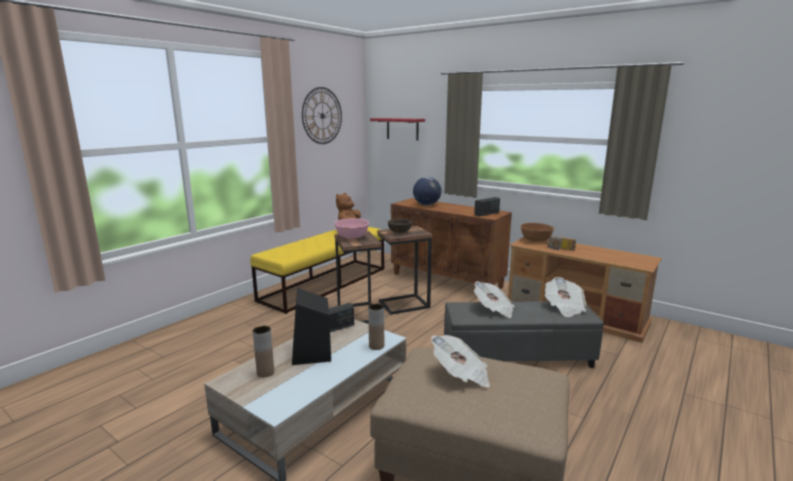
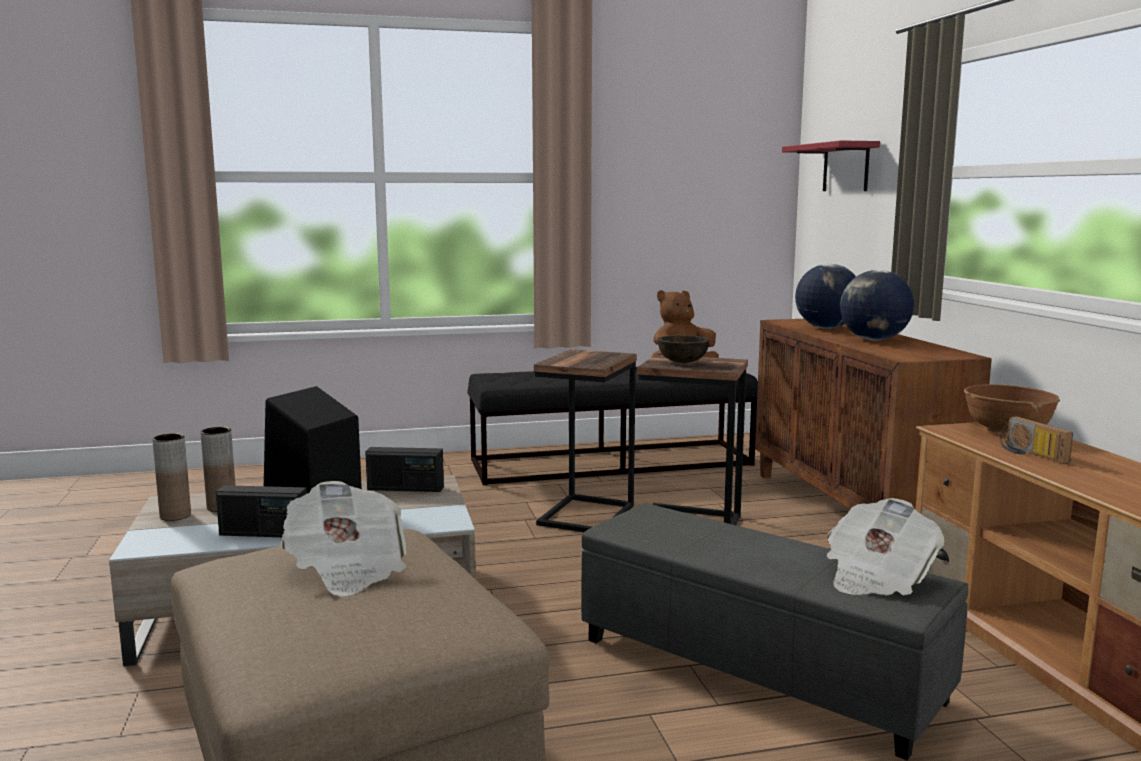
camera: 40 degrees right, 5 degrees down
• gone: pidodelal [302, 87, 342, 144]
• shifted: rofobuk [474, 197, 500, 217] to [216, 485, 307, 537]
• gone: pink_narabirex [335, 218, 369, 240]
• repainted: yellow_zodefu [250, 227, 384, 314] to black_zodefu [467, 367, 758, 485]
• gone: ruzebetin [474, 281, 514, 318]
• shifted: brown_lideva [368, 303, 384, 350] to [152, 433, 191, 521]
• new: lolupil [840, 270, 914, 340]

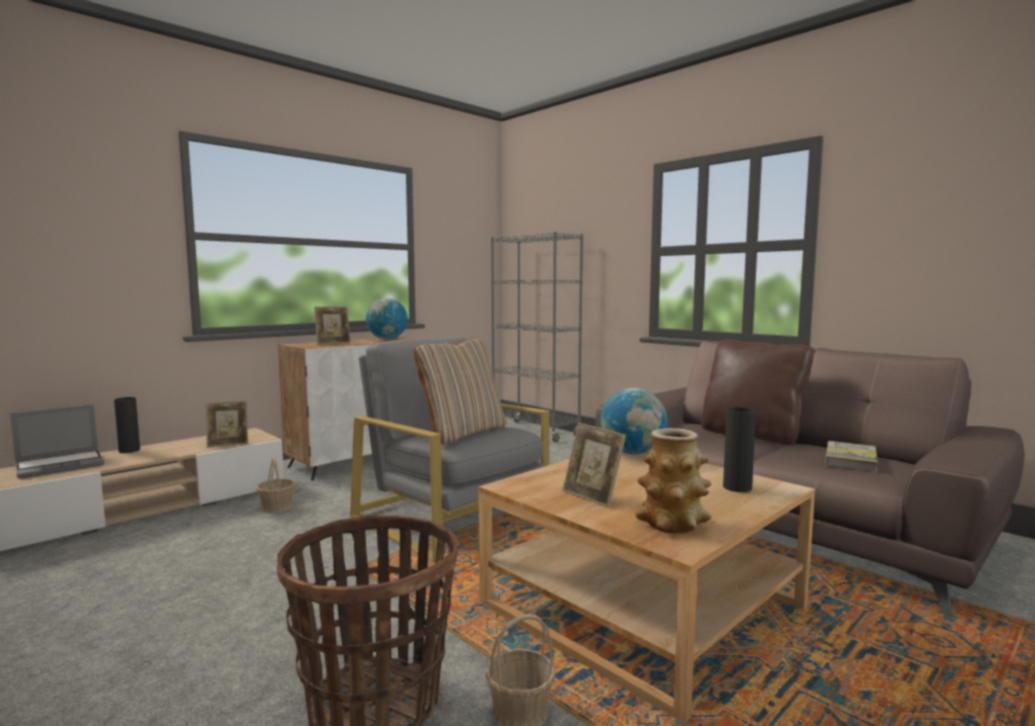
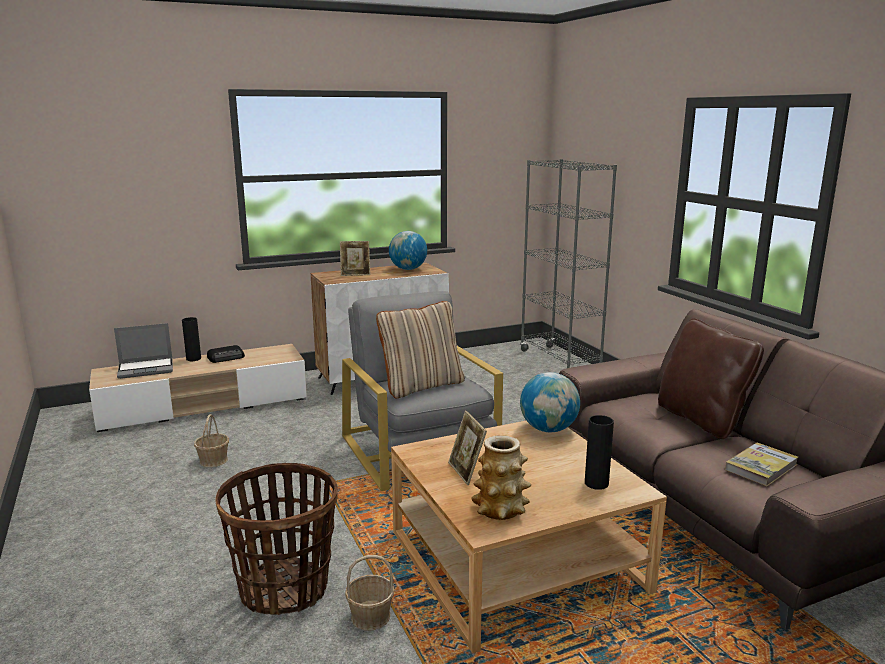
camera: 20 degrees right, 10 degrees up
• gone: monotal [206, 401, 248, 448]
• shifted: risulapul [256, 455, 295, 513] to [194, 414, 229, 467]
• new: rofobuk [207, 345, 245, 363]

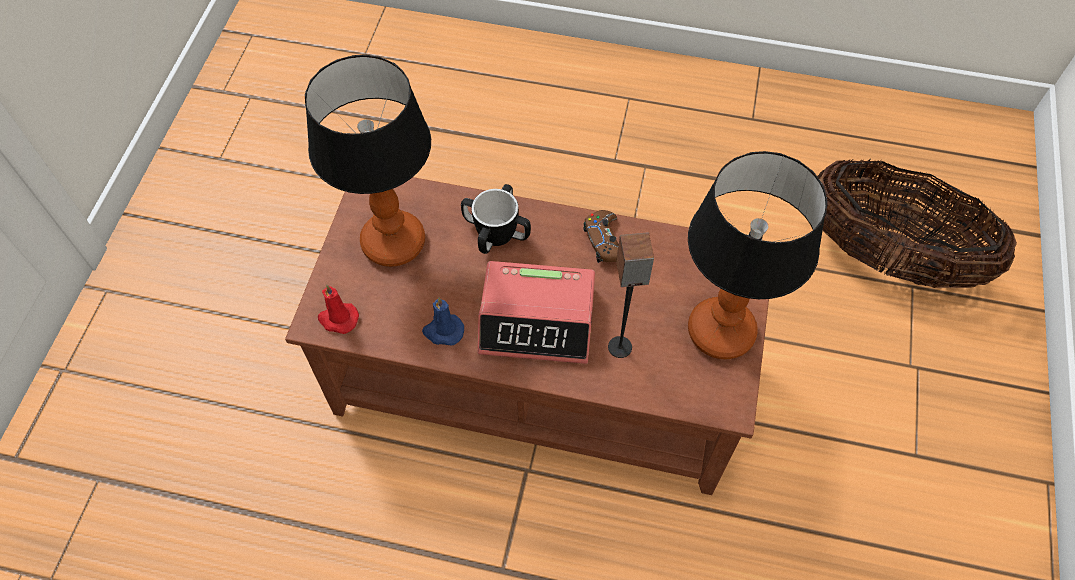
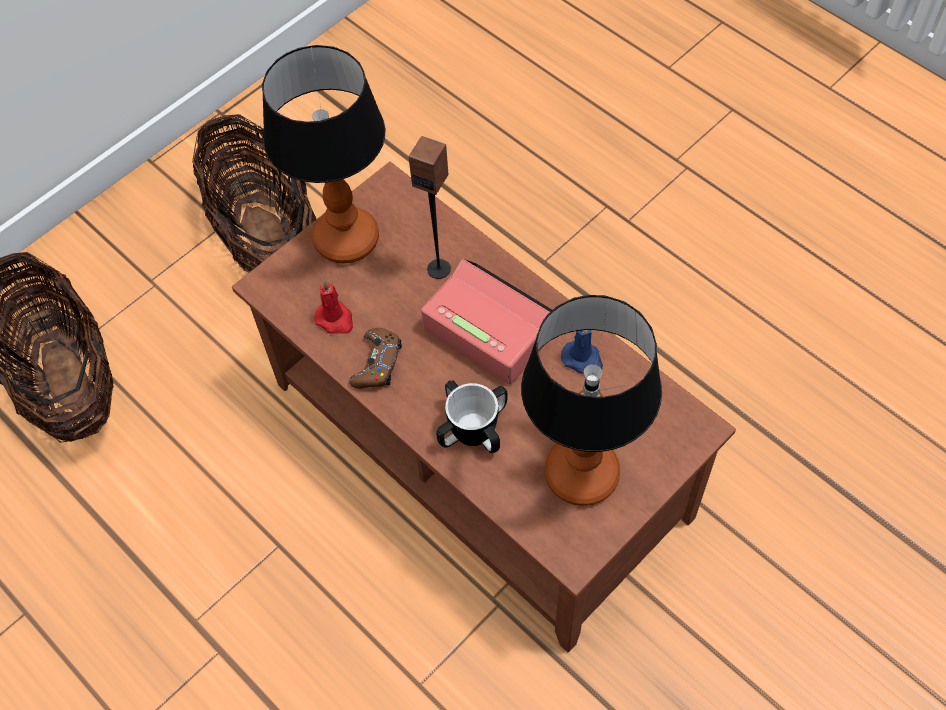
camera: 145 degrees left, 0 degrees up
• shifted: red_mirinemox [318, 285, 359, 334] to [314, 280, 353, 334]
• new: risulapul [192, 114, 316, 273]

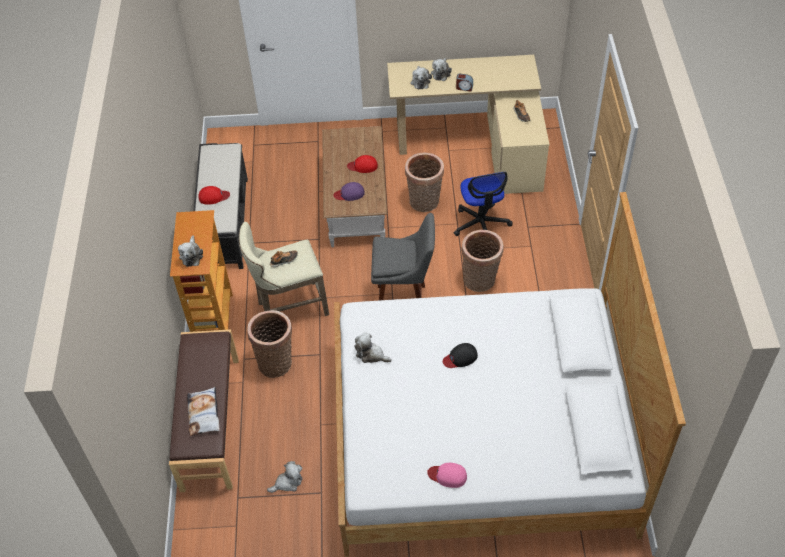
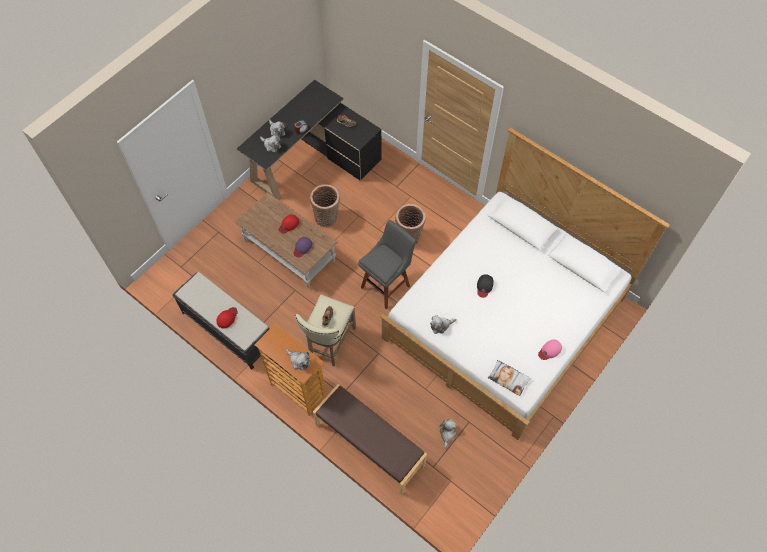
camera: 50 degrees left, 10 degrees up
• repainted: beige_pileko [387, 55, 550, 194] to black_pileko [237, 80, 382, 200]
• gone: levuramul [454, 172, 513, 236]
• gone: risulapul [247, 310, 292, 378]
• shifted: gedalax [187, 387, 220, 436] to [488, 360, 531, 396]

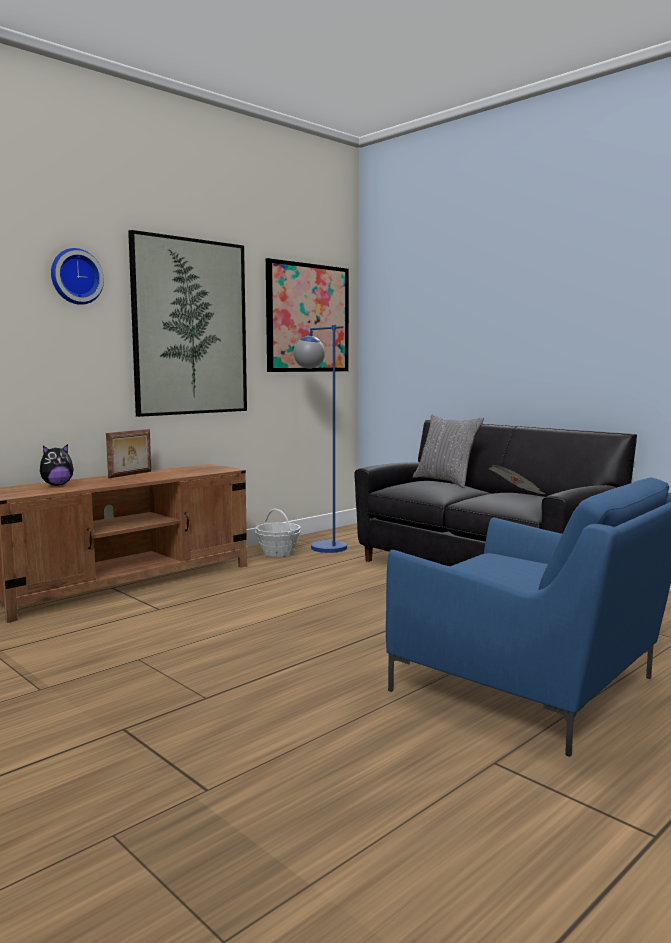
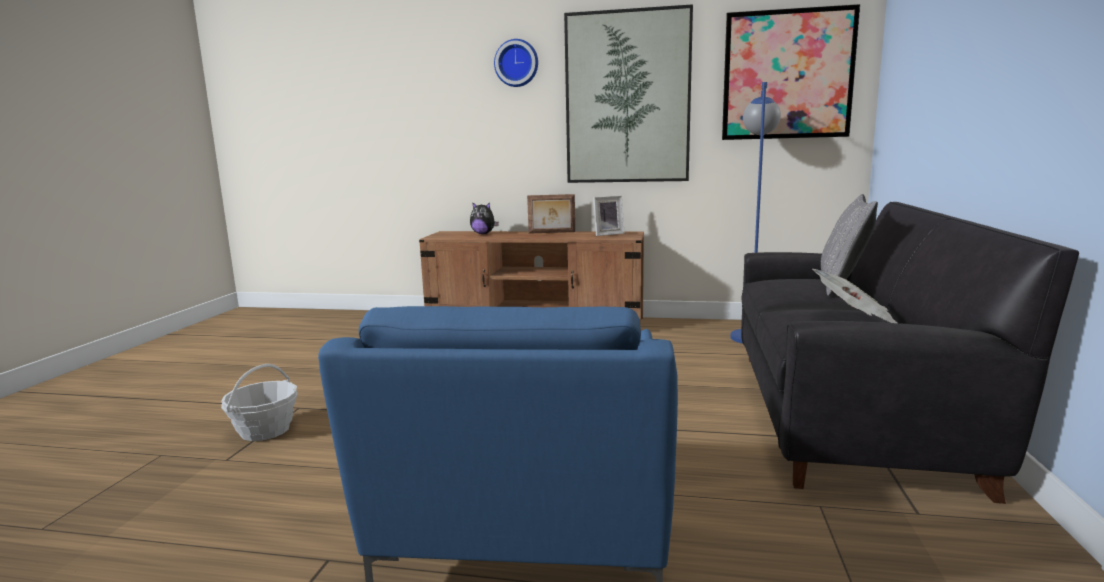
camera: 55 degrees right, 5 degrees up
• shifted: risulapul [255, 509, 301, 557] to [221, 364, 298, 441]
• new: monotal [593, 195, 625, 236]

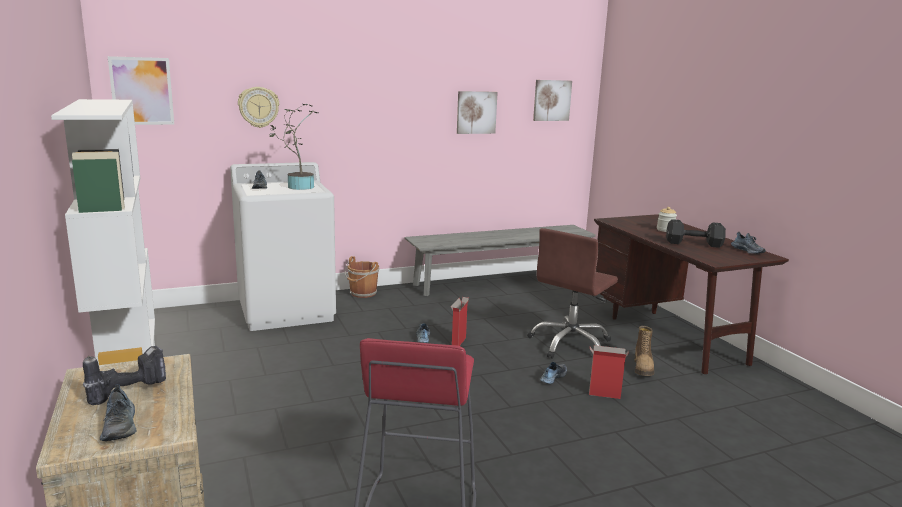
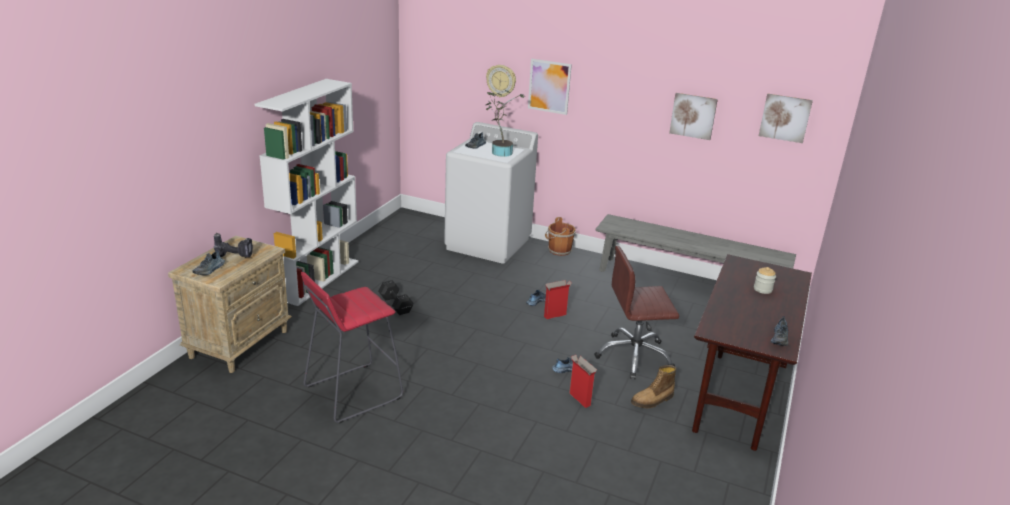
camera: 45 degrees right, 10 degrees up
• shifted: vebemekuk [108, 56, 174, 125] to [528, 59, 572, 115]
• shifted: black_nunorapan [666, 219, 726, 248] to [378, 280, 414, 315]

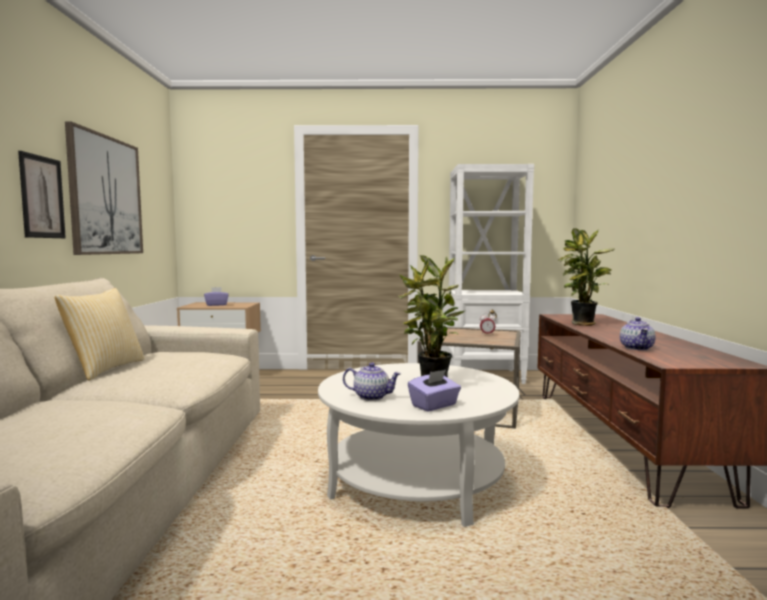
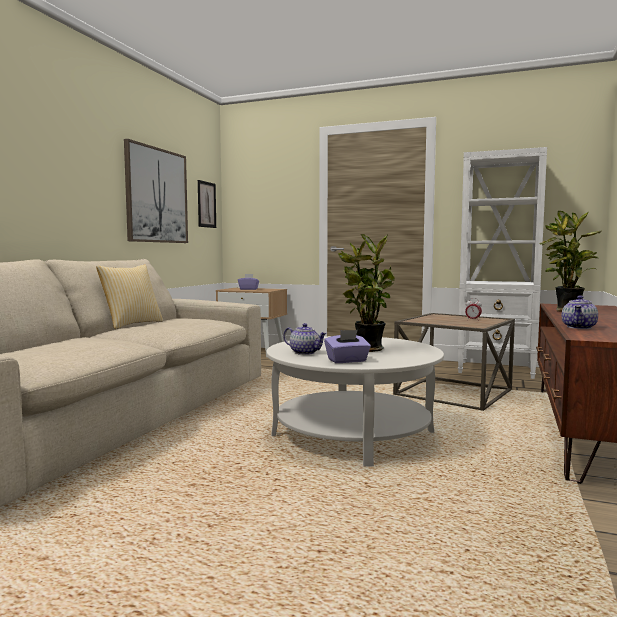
camera: 20 degrees right, 0 degrees up
• shifted: vebemekuk [18, 151, 66, 238] to [198, 180, 216, 228]

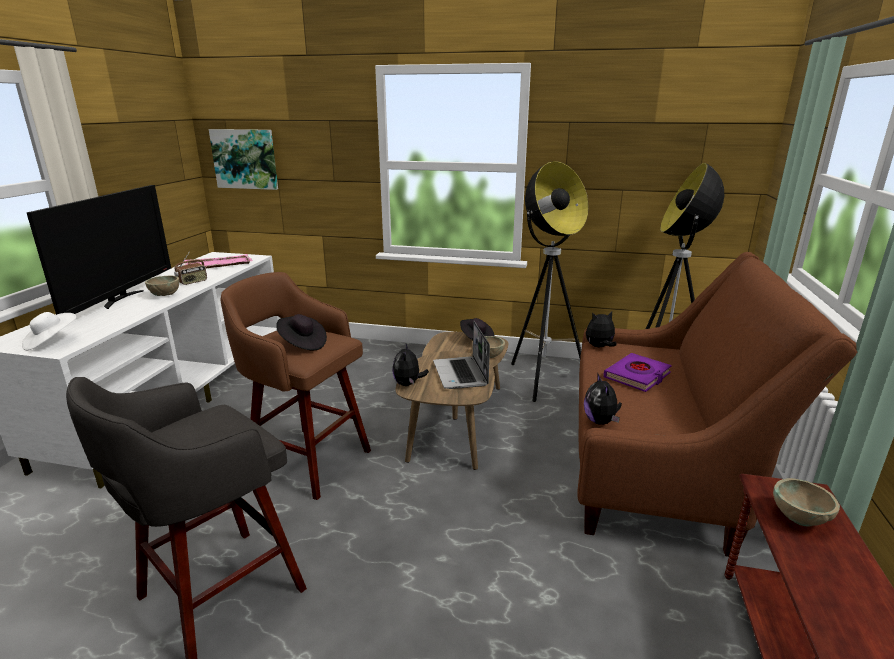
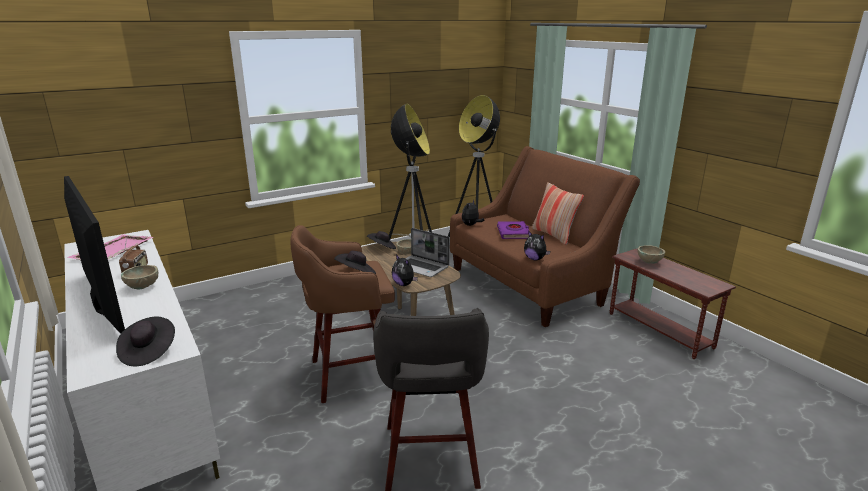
camera: 45 degrees left, 0 degrees up
• gone: vebemekuk [209, 129, 278, 190]
• repainted: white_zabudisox [22, 312, 76, 350] to black_zabudisox [116, 316, 175, 366]
• new: gedalax [531, 182, 584, 245]

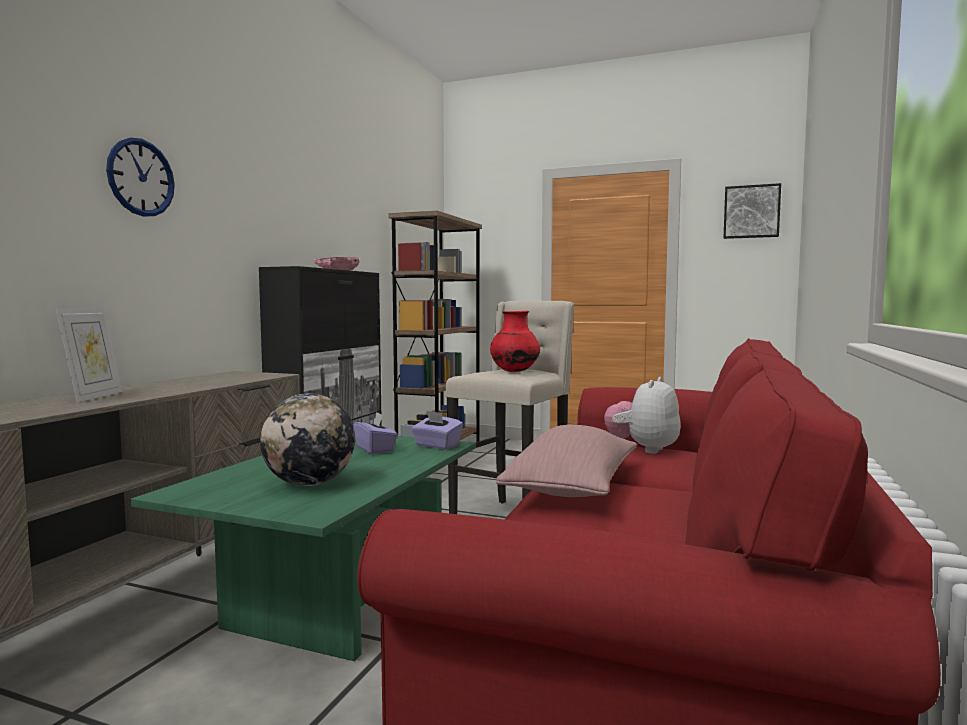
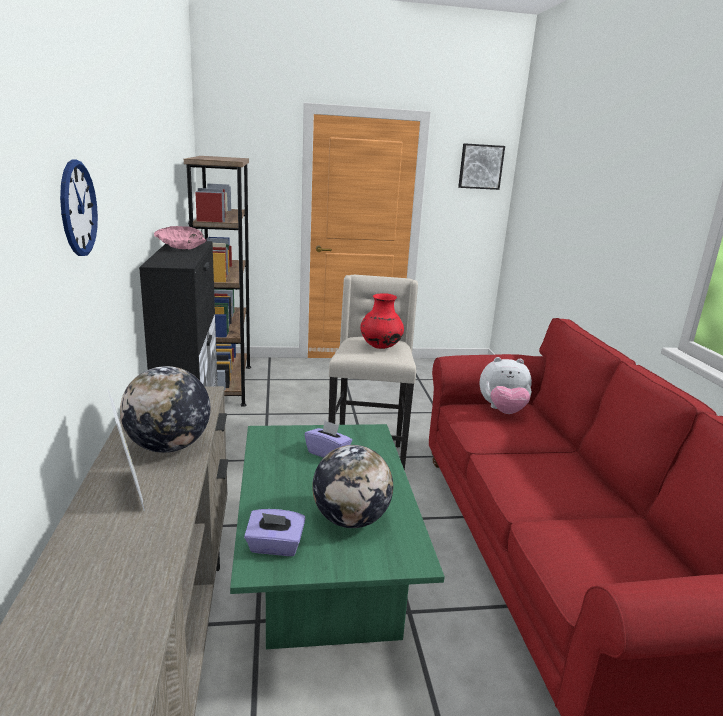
camera: 30 degrees left, 15 degrees up
• rotated: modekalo [604, 377, 681, 454] = [480, 357, 532, 414] 90 degrees counterclockwise
• shifted: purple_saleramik [411, 410, 463, 450] to [244, 509, 305, 556]
• gone: pink_gedalax [496, 425, 637, 497]
• new: lolupil [120, 366, 210, 453]

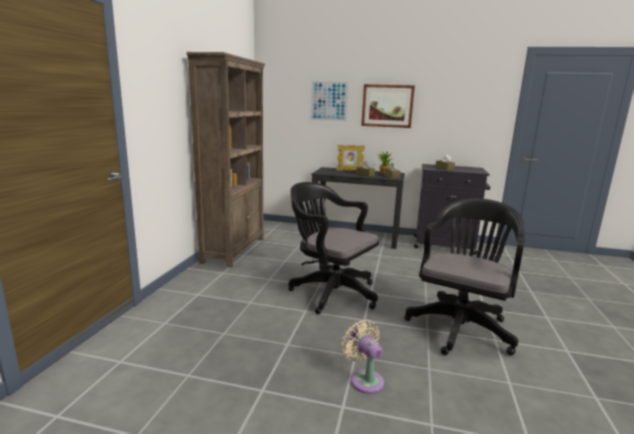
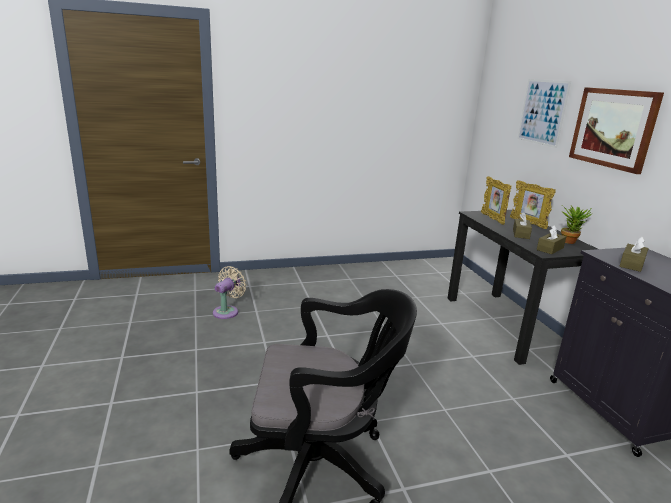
camera: 60 degrees right, 5 degrees up
• gone: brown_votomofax [186, 52, 265, 268]
• gone: black_levuramul [288, 182, 379, 314]
• shifted: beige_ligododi [341, 319, 384, 394] to [213, 266, 247, 319]
• new: monotal [481, 176, 511, 225]

